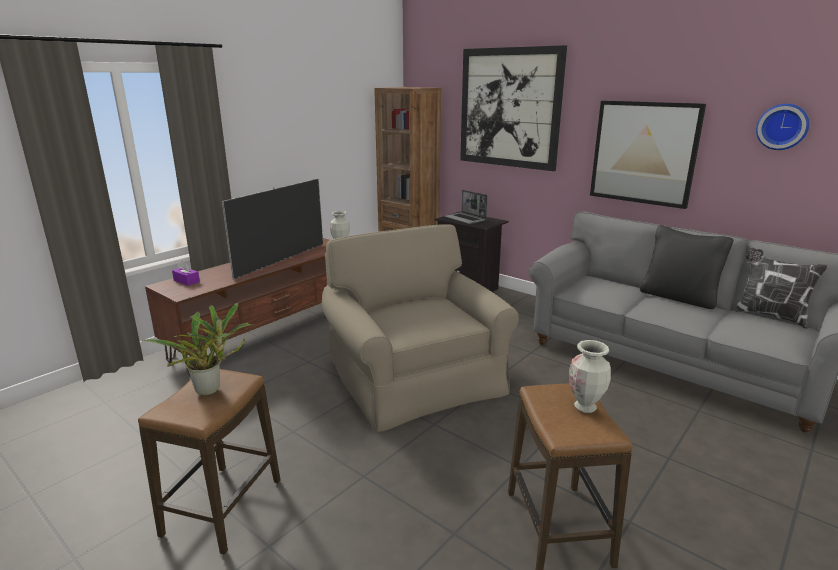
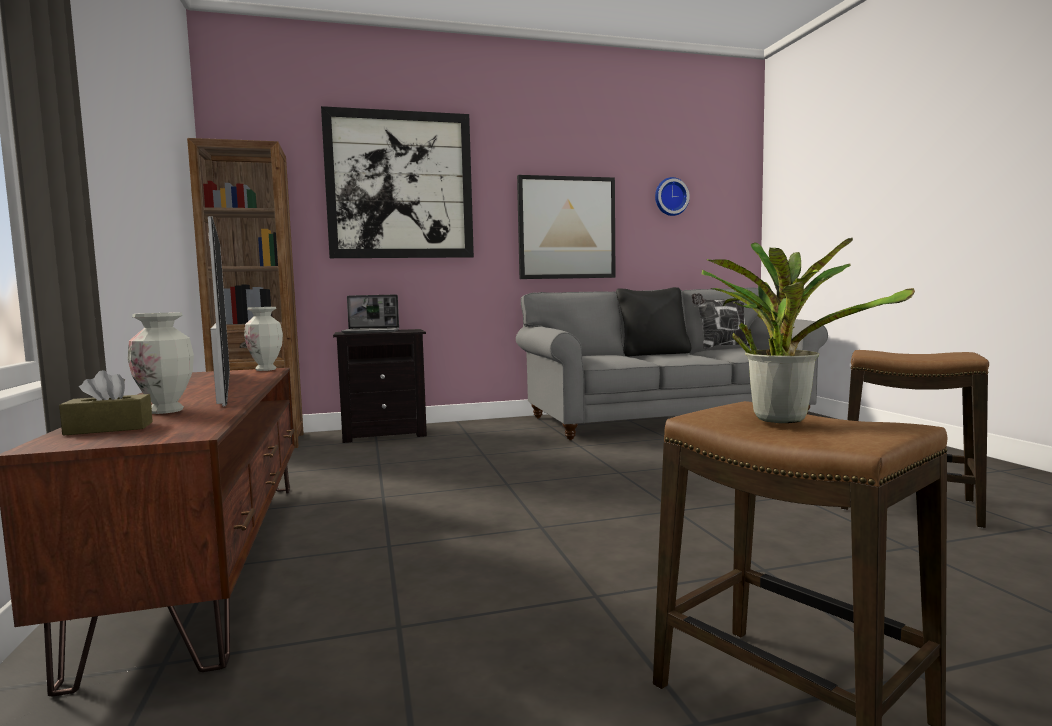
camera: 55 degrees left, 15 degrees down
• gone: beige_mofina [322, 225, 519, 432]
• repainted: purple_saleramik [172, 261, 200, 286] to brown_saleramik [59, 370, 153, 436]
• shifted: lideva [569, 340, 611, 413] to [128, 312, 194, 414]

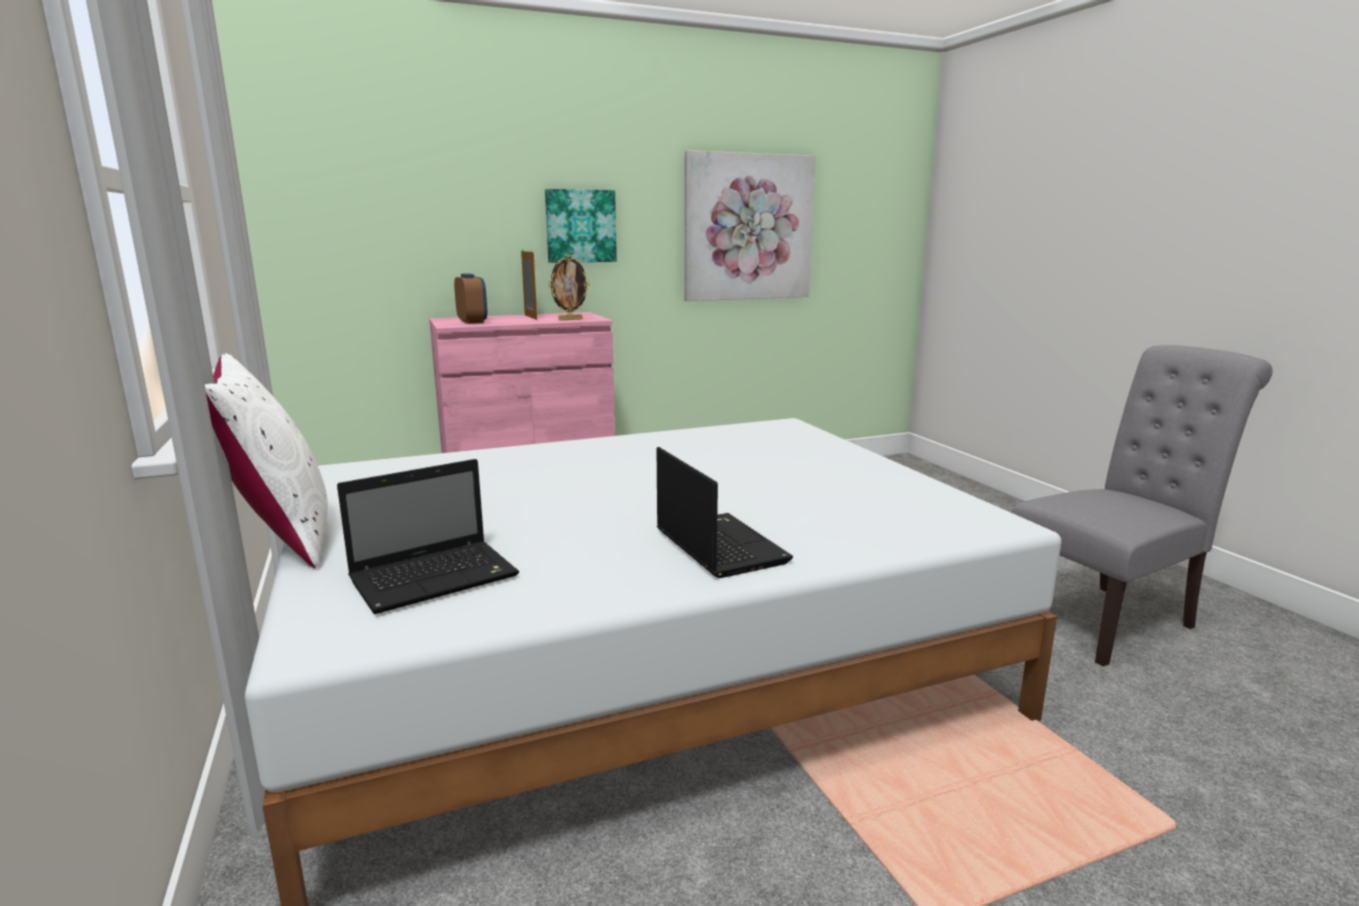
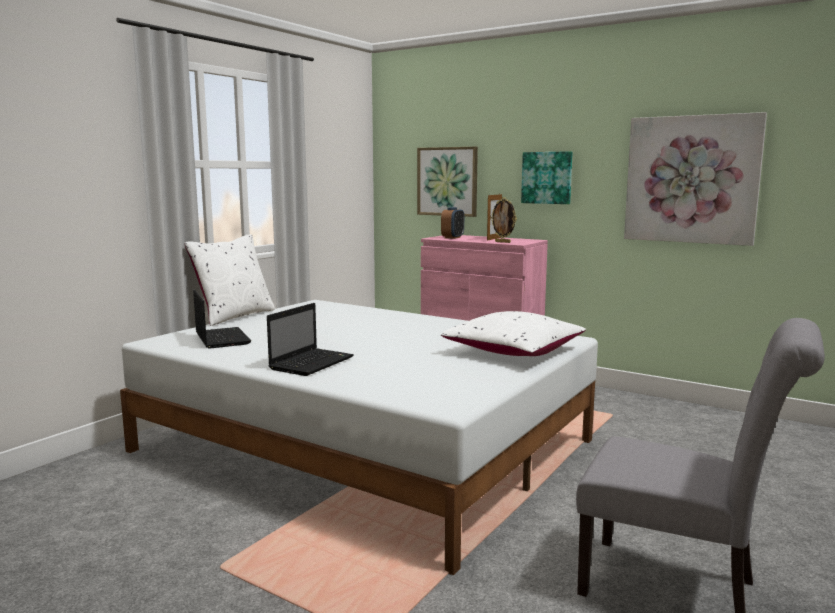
camera: 55 degrees right, 5 degrees down
• rotated: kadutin [337, 459, 519, 614] = [193, 290, 251, 348] 135 degrees counterclockwise
• new: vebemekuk [417, 147, 478, 217]
• new: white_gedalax [441, 311, 586, 356]

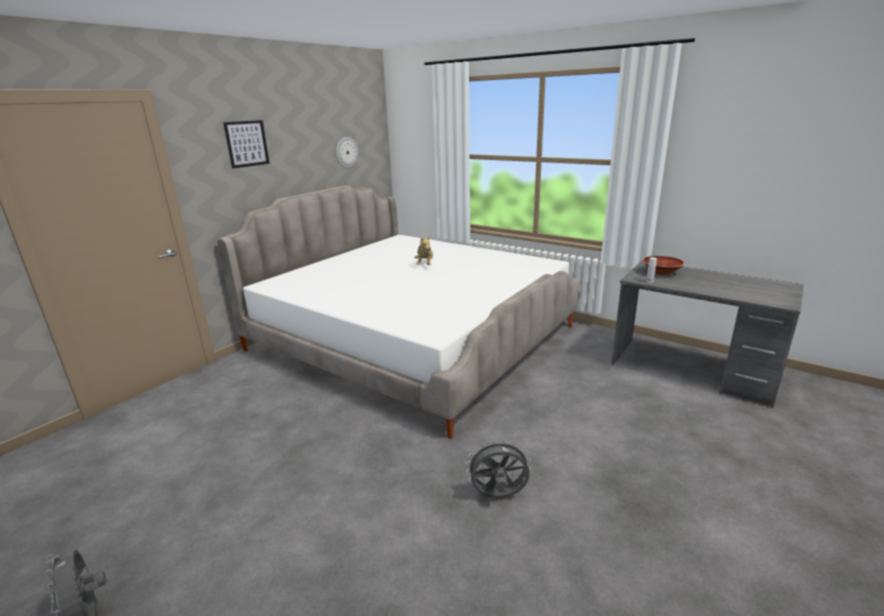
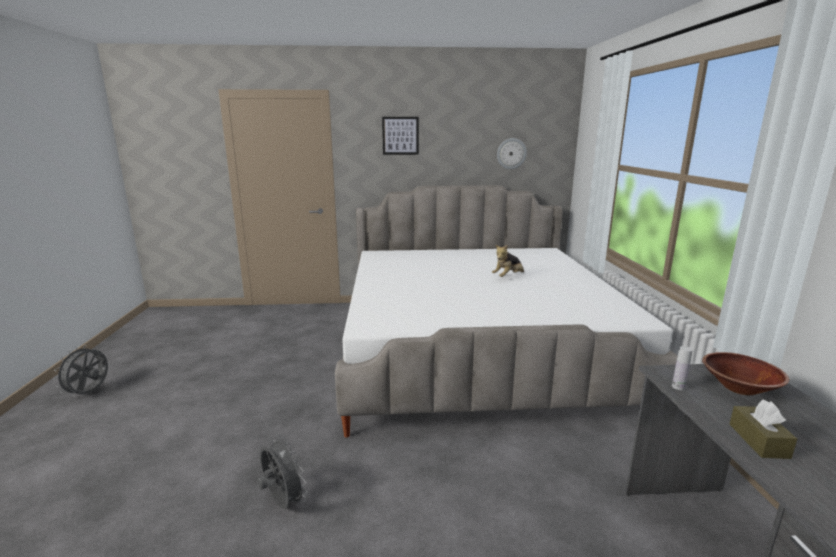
camera: 50 degrees right, 5 degrees down
• new: brown_saleramik [729, 400, 797, 459]

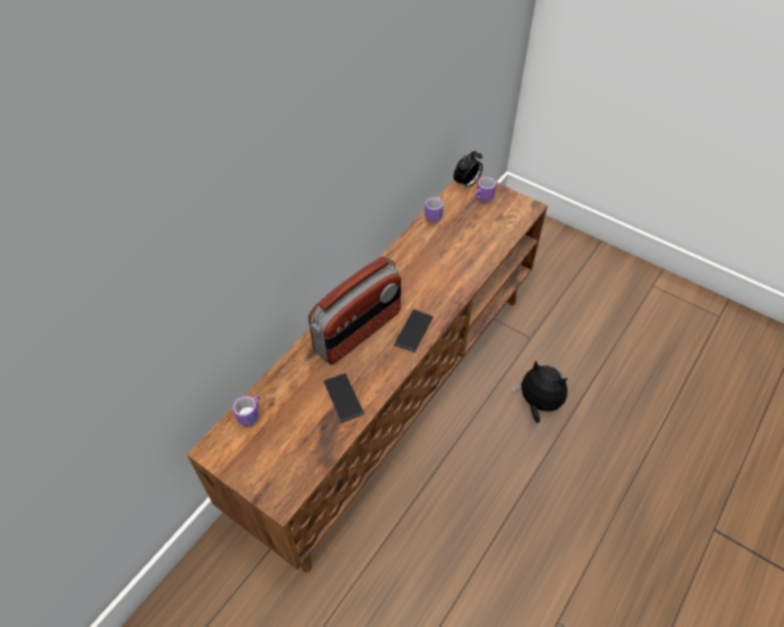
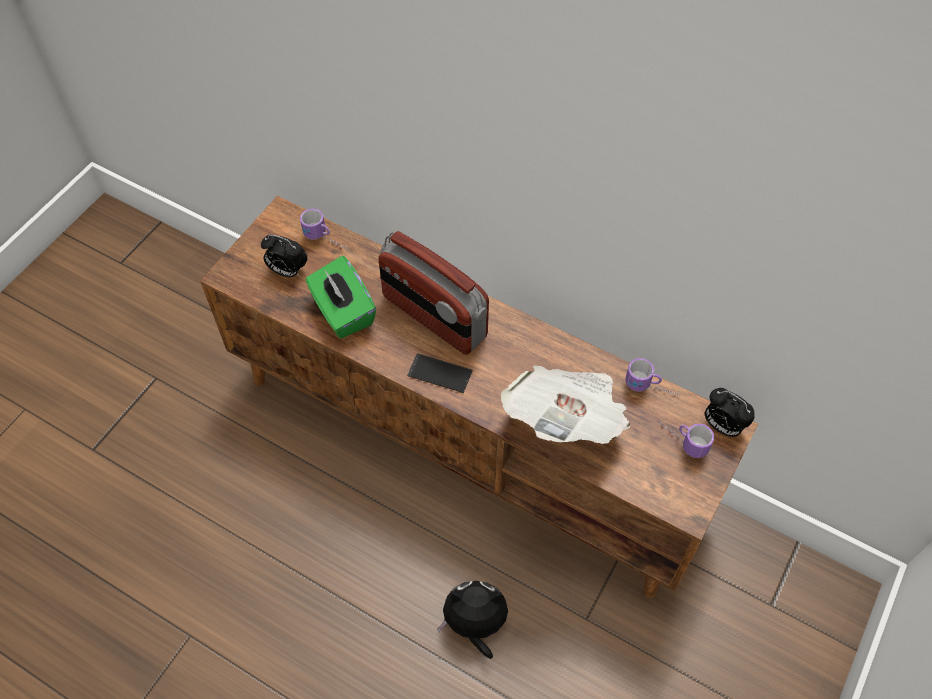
camera: 85 degrees right, 5 degrees up
• rotated: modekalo [513, 360, 568, 423] = [437, 581, 508, 659] 120 degrees counterclockwise
• swapped: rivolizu [323, 373, 364, 423] to green_saleramik [306, 256, 376, 338]
• new: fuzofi [261, 235, 308, 277]
• new: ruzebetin [501, 365, 630, 444]

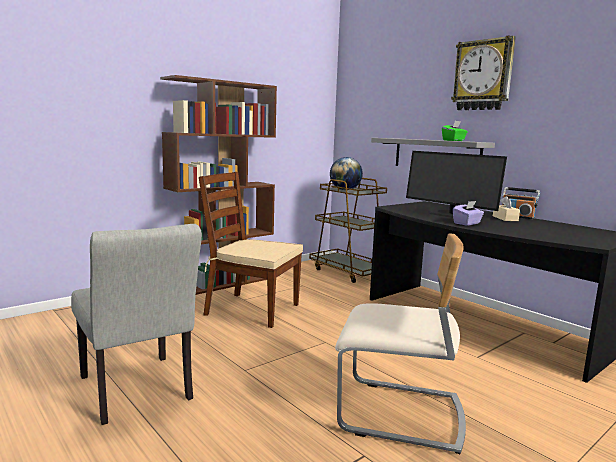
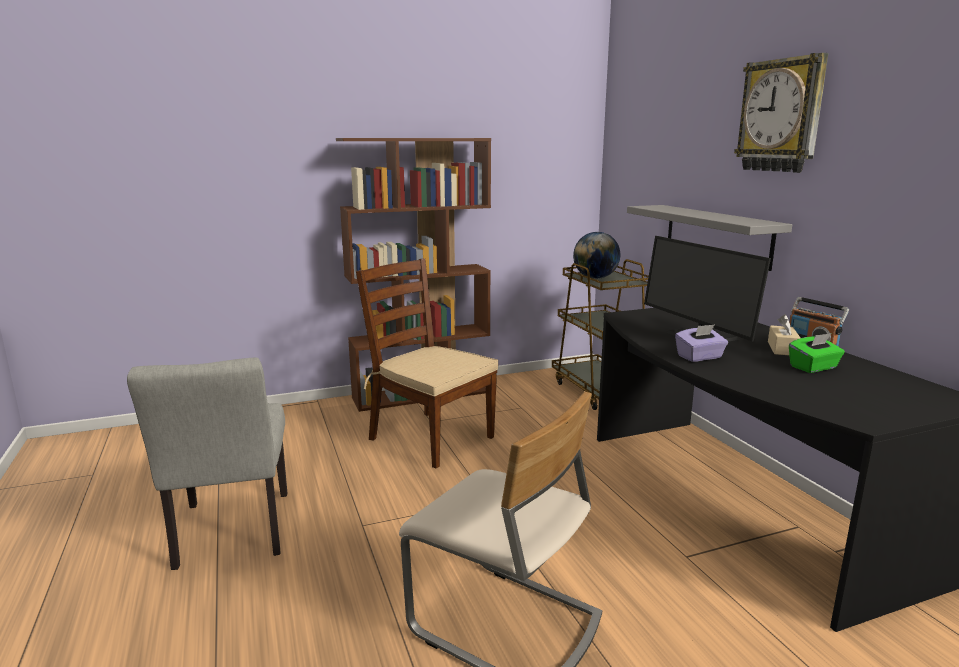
camera: 20 degrees right, 5 degrees up
• shifted: green_saleramik [442, 121, 468, 141] to [789, 333, 845, 373]

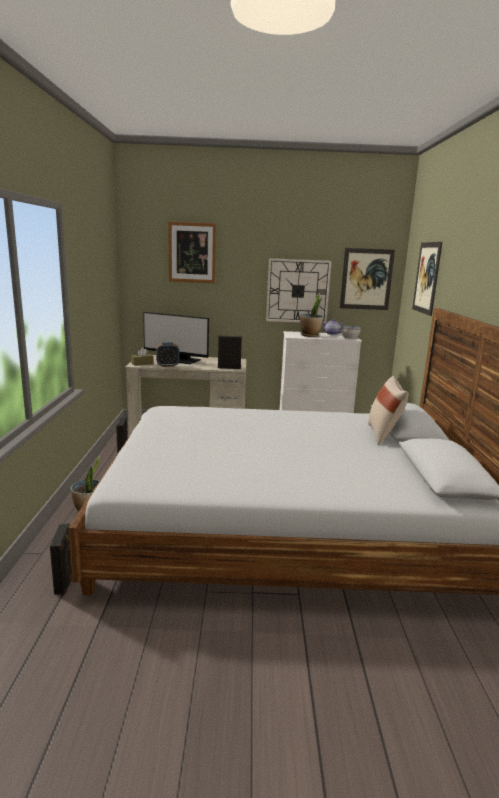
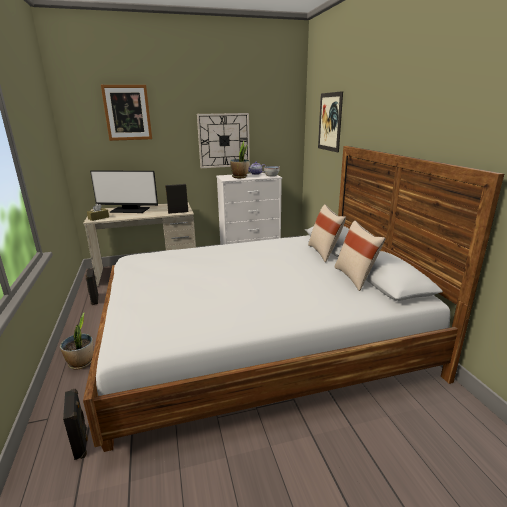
camera: 15 degrees left, 5 degrees up
• gone: vebemekuk [340, 248, 395, 310]
• gone: fuzofi [156, 342, 180, 367]
• new: beige_gedalax [335, 220, 386, 291]

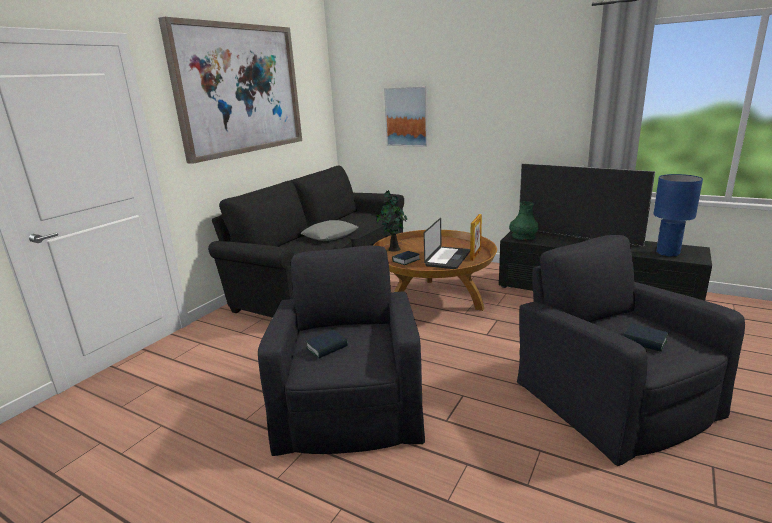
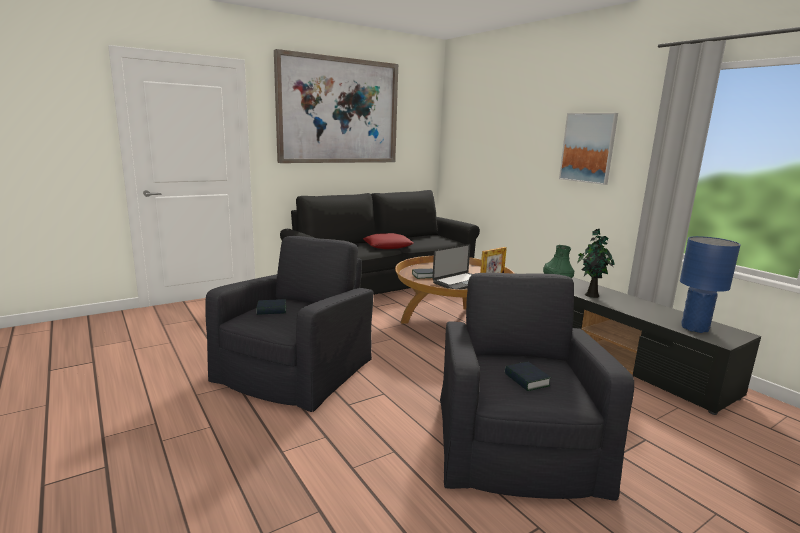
camera: 25 degrees right, 5 degrees down
• shifted: vebemekuk [384, 86, 429, 147] to [559, 113, 618, 185]
• gone: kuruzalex [519, 163, 655, 246]
• shifted: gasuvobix [376, 190, 407, 252] to [577, 229, 615, 298]
• repainted: grey_gedalax [300, 220, 358, 241] to red_gedalax [363, 233, 414, 249]

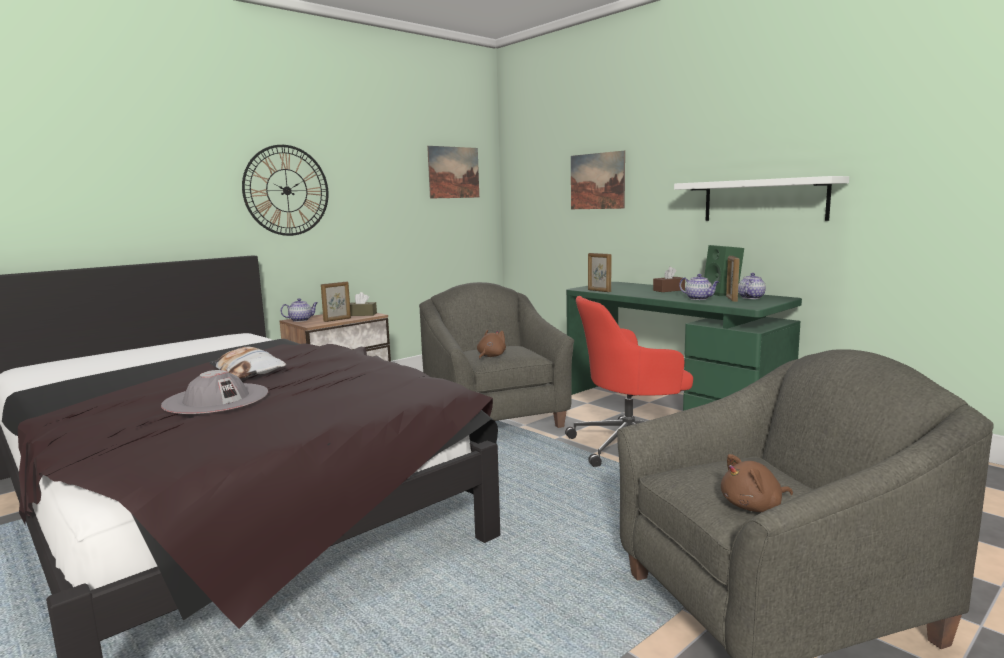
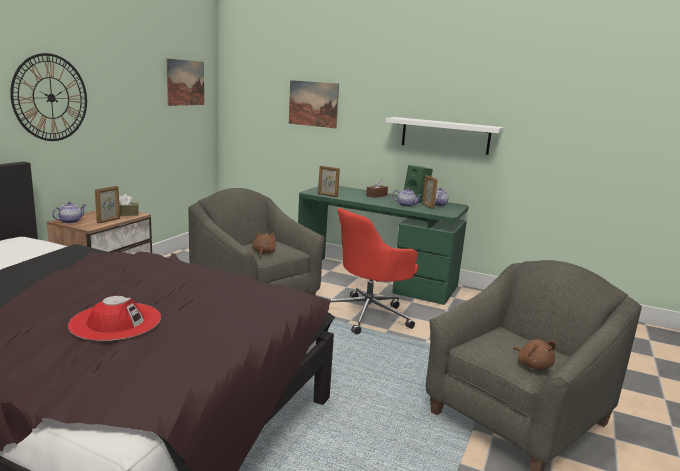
camera: 25 degrees left, 5 degrees up
• gone: gedalax [209, 347, 286, 378]
• repainted: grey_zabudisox [161, 370, 268, 414] to red_zabudisox [68, 296, 161, 341]
• rotated: brown_modekalo [721, 454, 793, 512] = [513, 339, 556, 370] 75 degrees counterclockwise

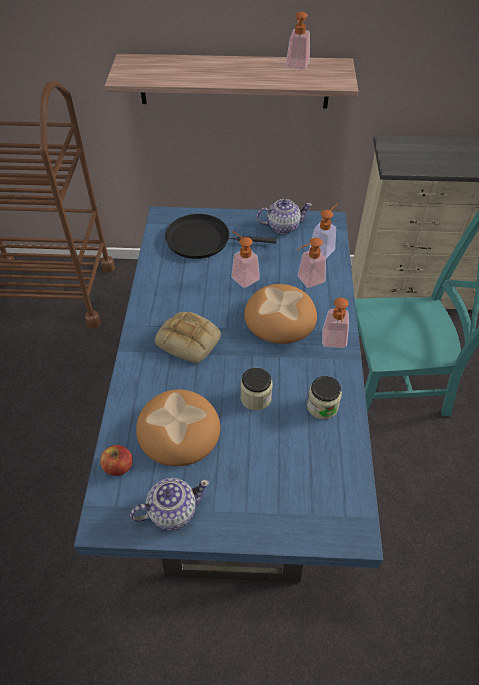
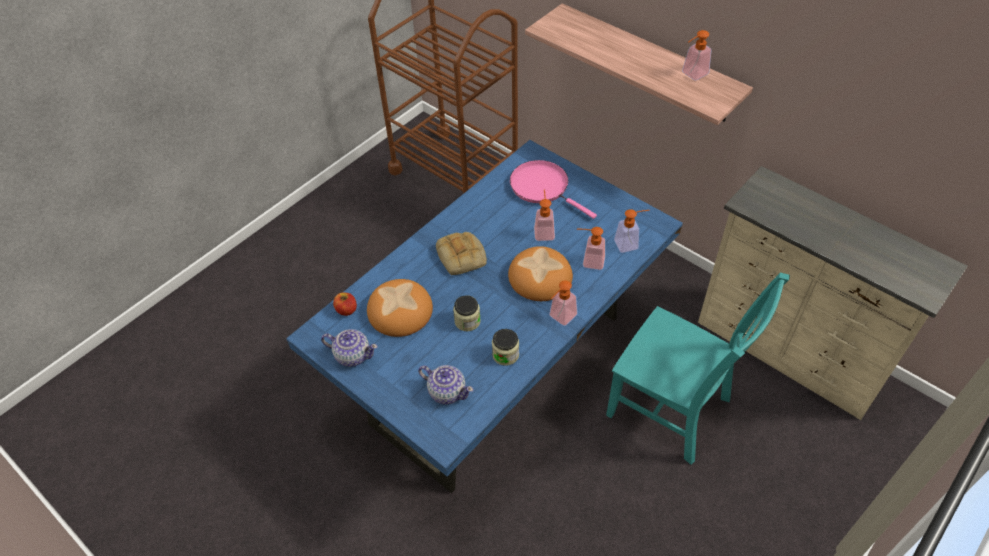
camera: 40 degrees right, 0 degrees up
• shifted: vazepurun [256, 199, 312, 234] to [418, 365, 474, 405]
• repainted: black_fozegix [165, 214, 277, 259] to pink_fozegix [510, 160, 597, 219]

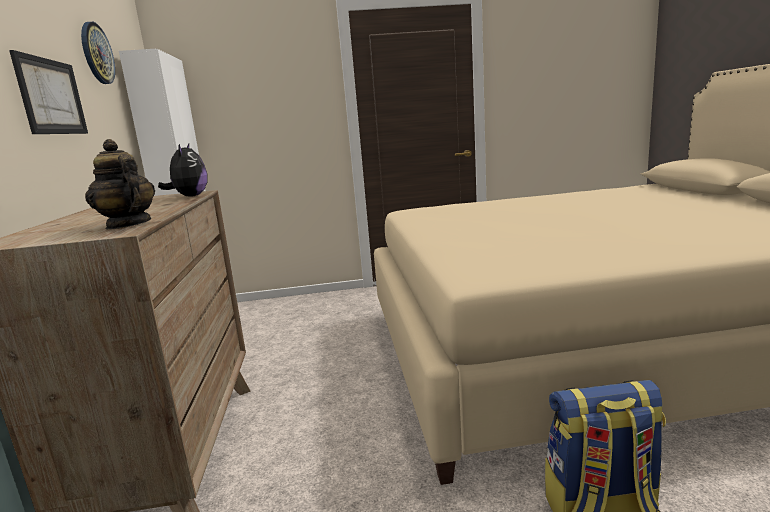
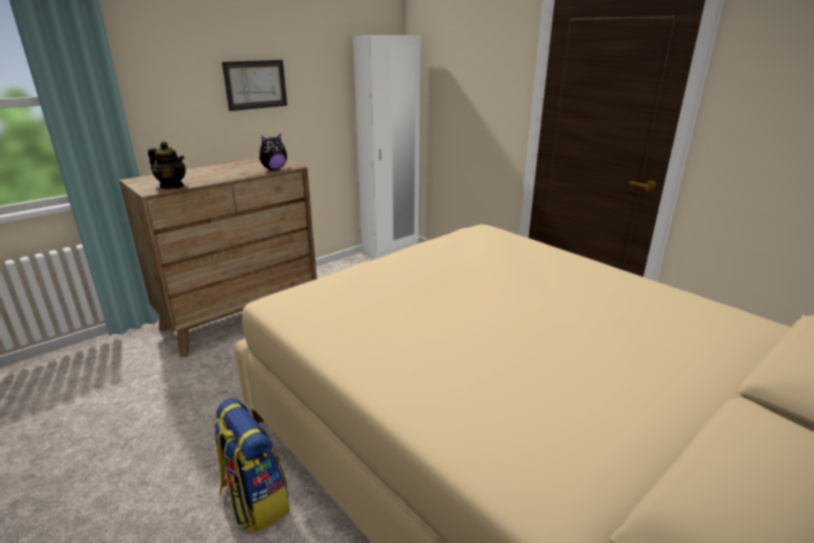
camera: 55 degrees right, 10 degrees up
• gone: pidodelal [81, 22, 115, 84]
• rotated: vazepurun [85, 139, 155, 230] = [148, 141, 186, 189] 105 degrees clockwise

